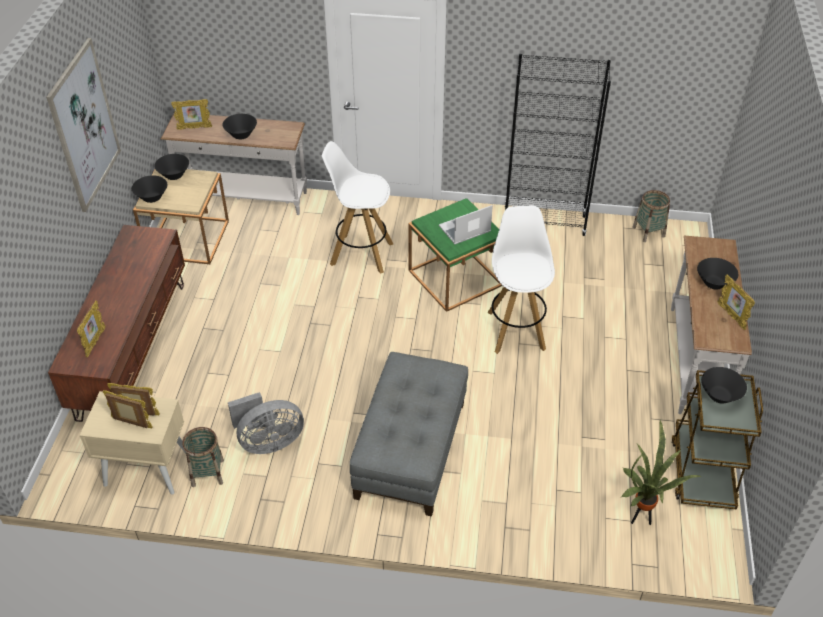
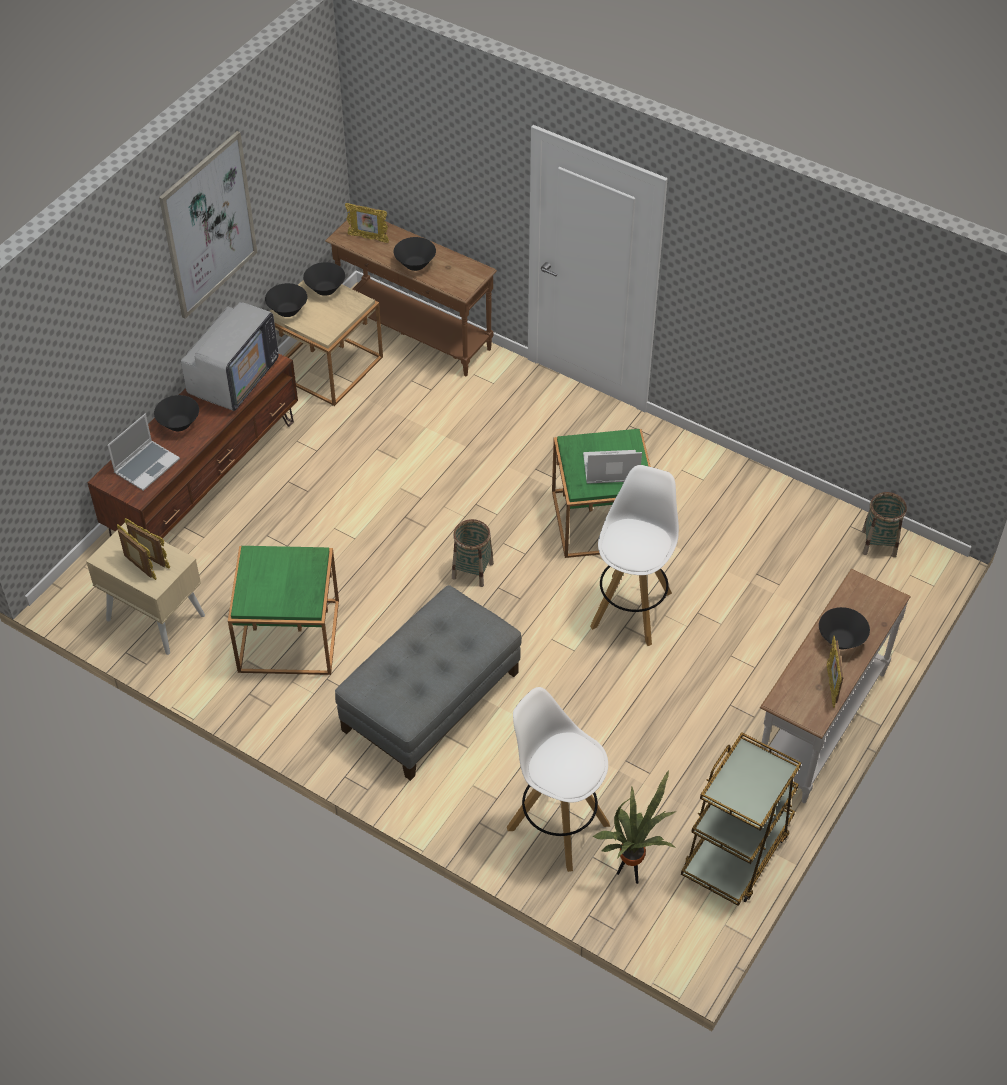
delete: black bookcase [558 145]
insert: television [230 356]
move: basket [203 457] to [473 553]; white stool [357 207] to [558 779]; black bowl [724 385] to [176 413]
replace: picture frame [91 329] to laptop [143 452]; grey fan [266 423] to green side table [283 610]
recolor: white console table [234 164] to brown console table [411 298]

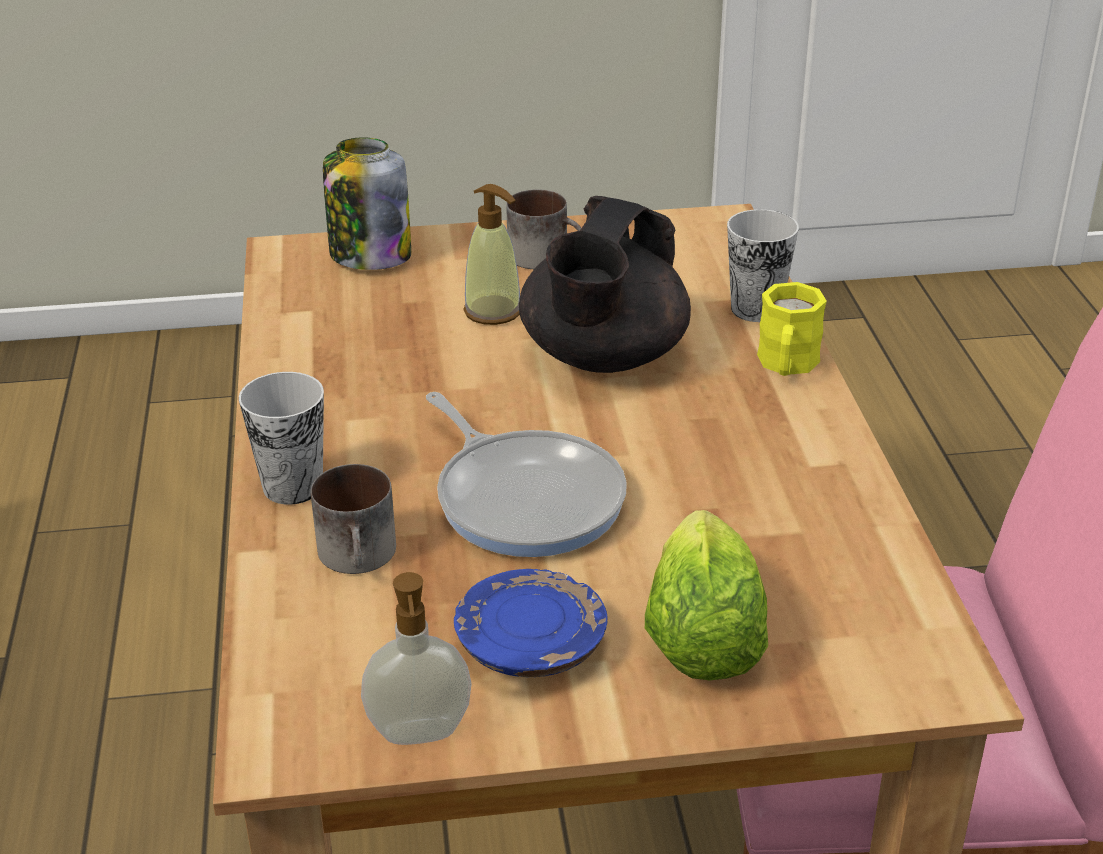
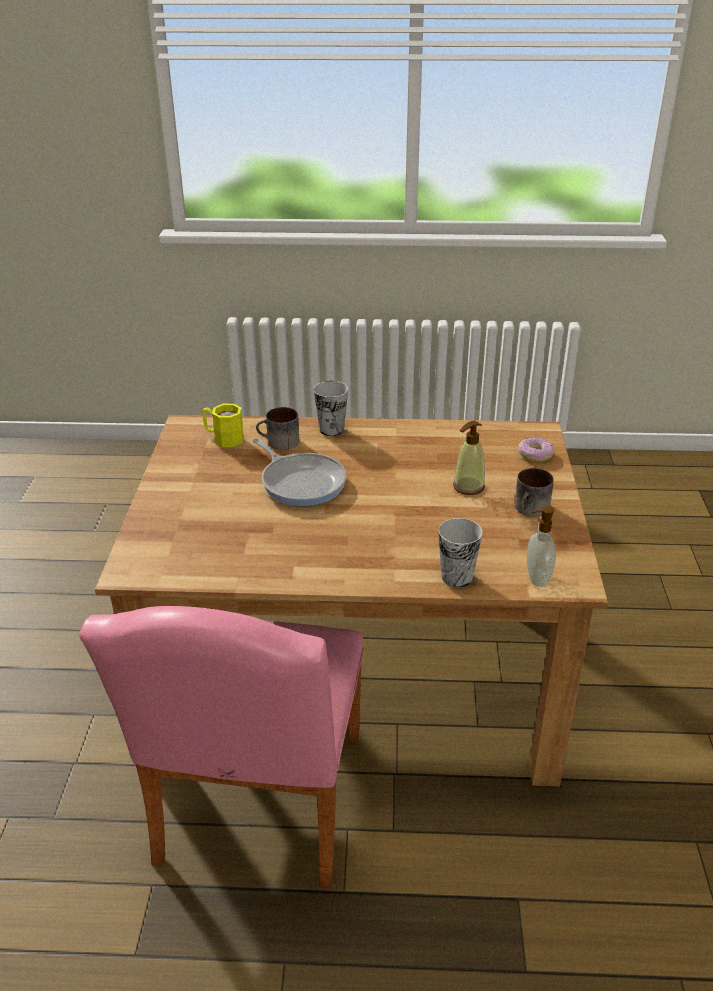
delete: blue plate [531 623]; black teapot [605 284]; lettuce [706 595]
move: soap dispenser [416 658] to [541 546]; yellow mug [792 329] to [223 425]
replace: jar [367 203] to donut [536 449]
rotate: frying pan [526 474] = [299 472] 105 degrees counterclockwise

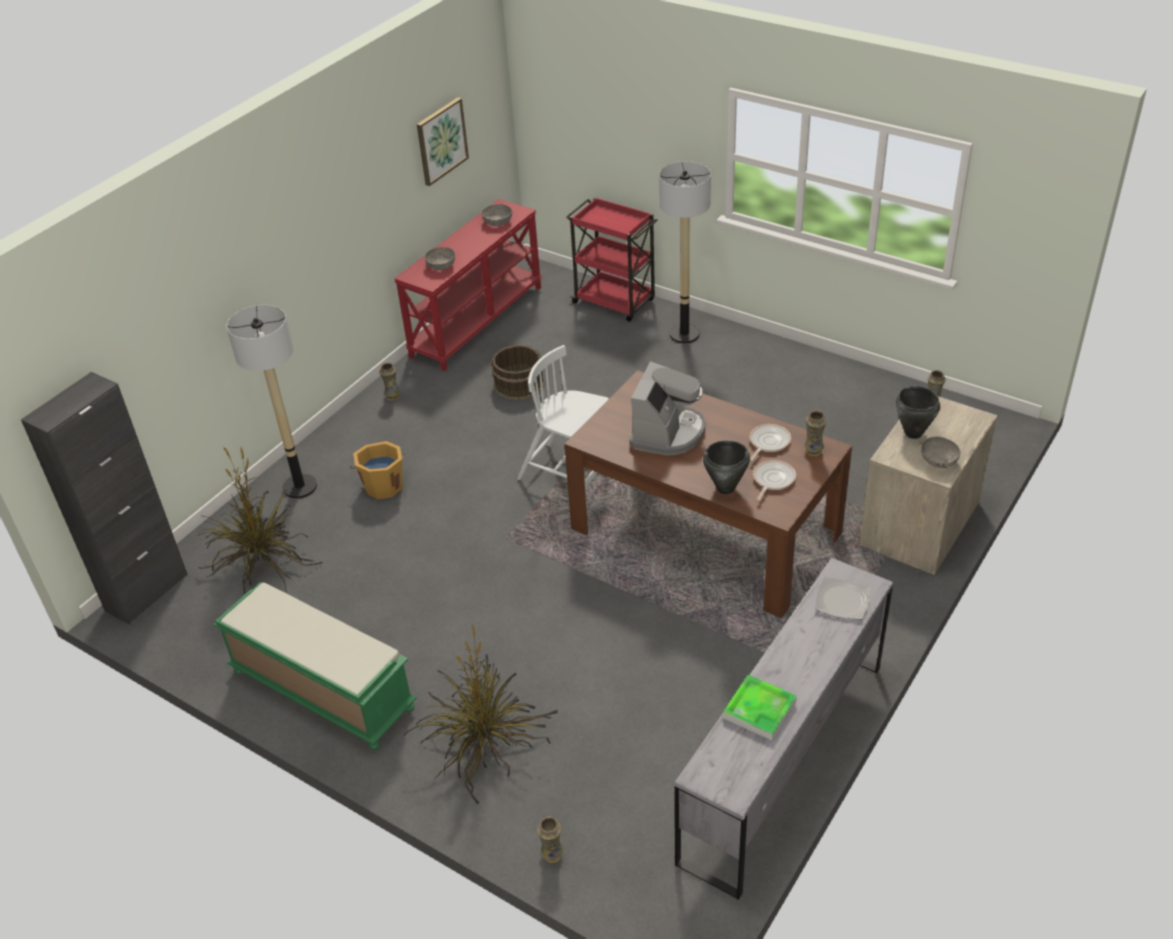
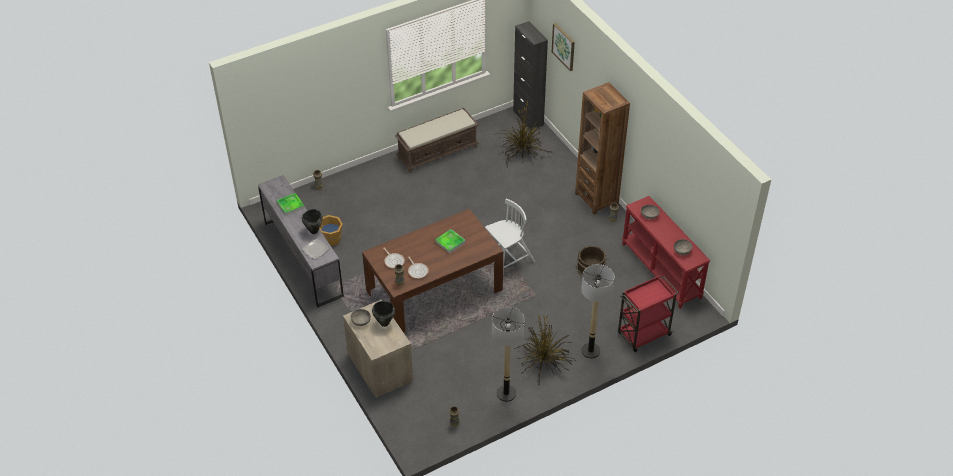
insert: brown bookcase [602 148]
move: floor lamp [271 402] to [508 354]; orange bucket [378 470] to [331 230]; potted plant [481 714] to [545 350]; picture [443 141] to [563 47]; black cooking pot [726 467] to [312 221]
replace: coffee machine [667 408] to tray [450 241]
recolor: green bench [315 666] to brown bench [437 140]

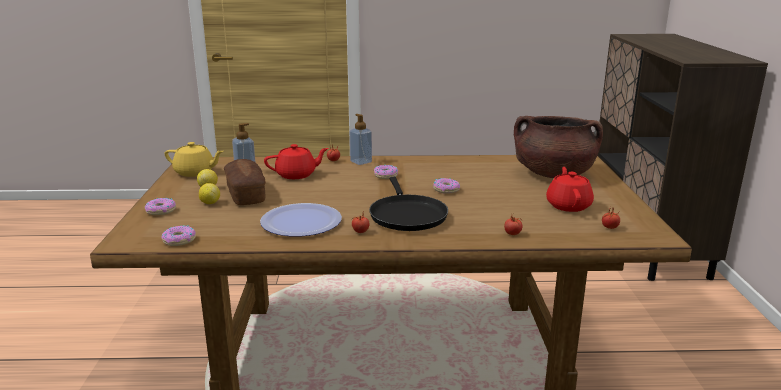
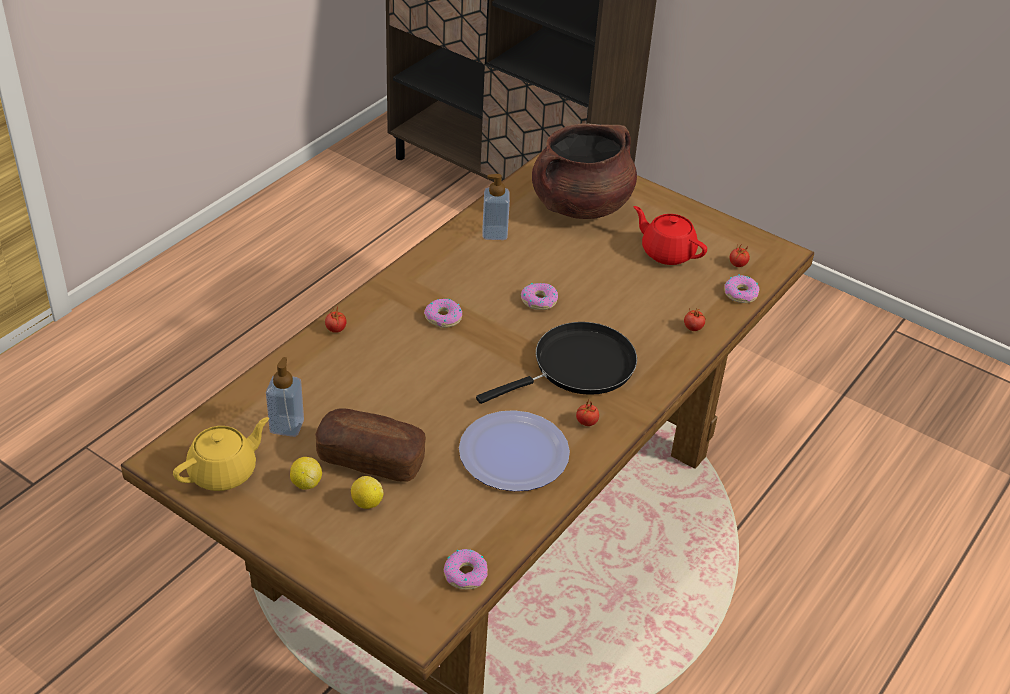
delete: red teapot [296 161]
move: donut [160 206] to [741 288]; soap dispenser [361 139] to [496 207]
rotate: black frying pan [408 204] = [556 363] 60 degrees counterclockwise

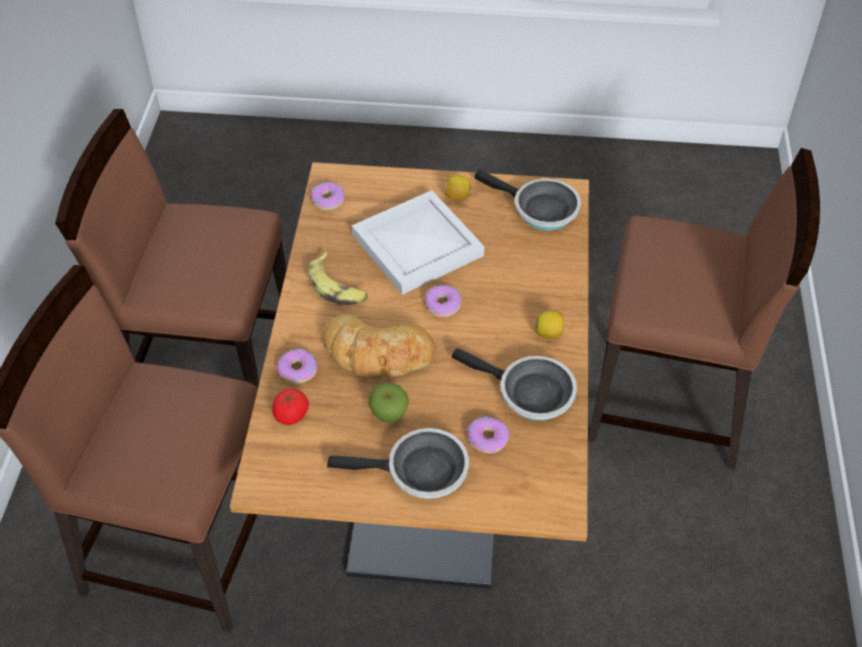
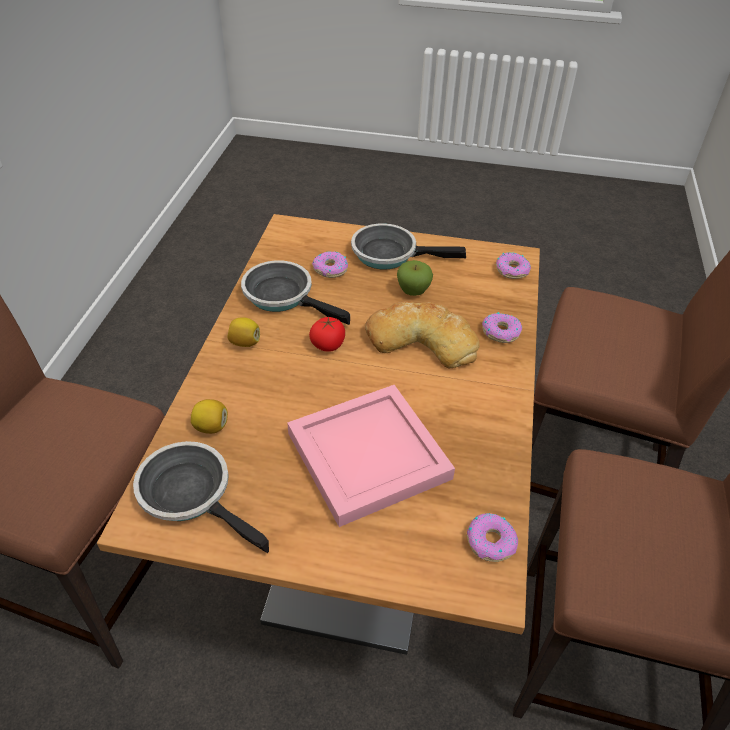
delete: banana [338 278]
move: tomato [290 406] to [327 334]; donut [443 301] to [513 265]; lemon [458 187] to [209 416]
recolor: white tray [418 242] to pink tray [371 456]

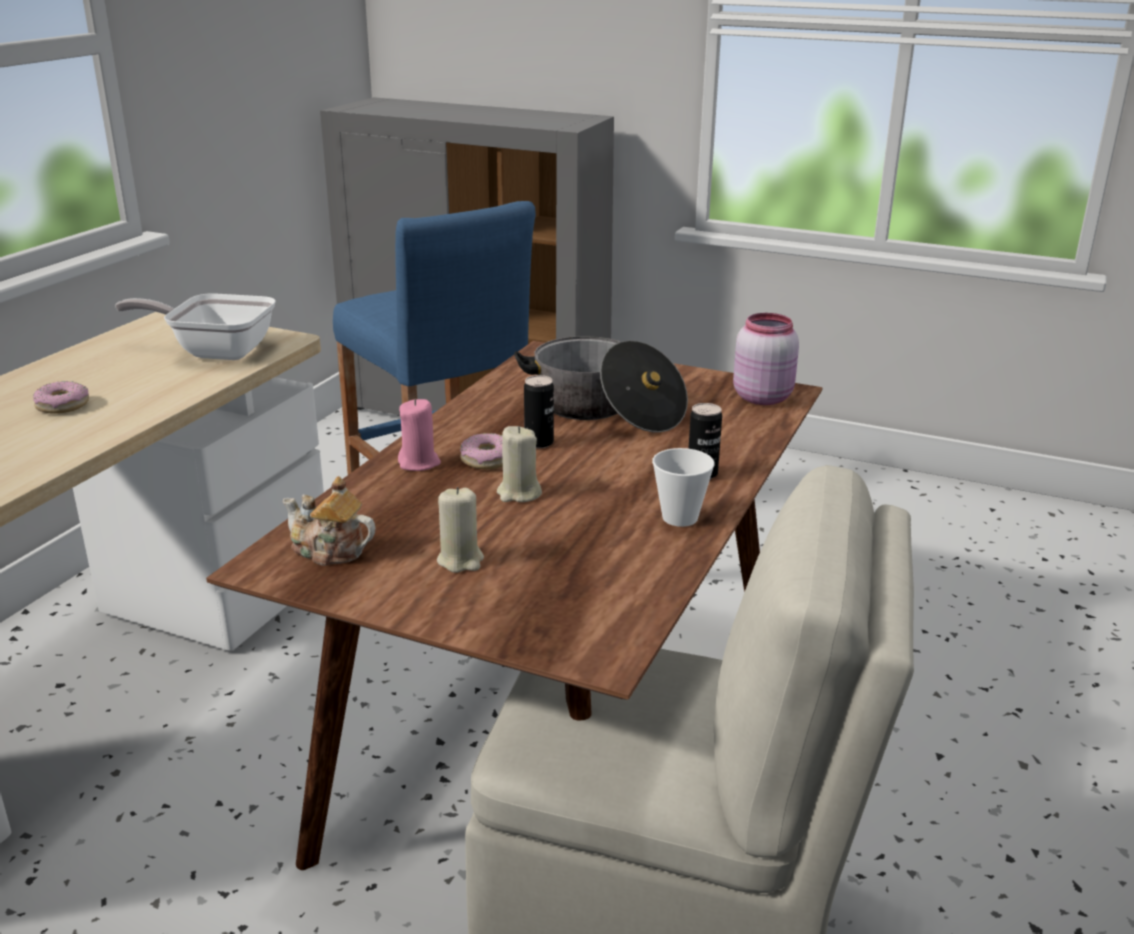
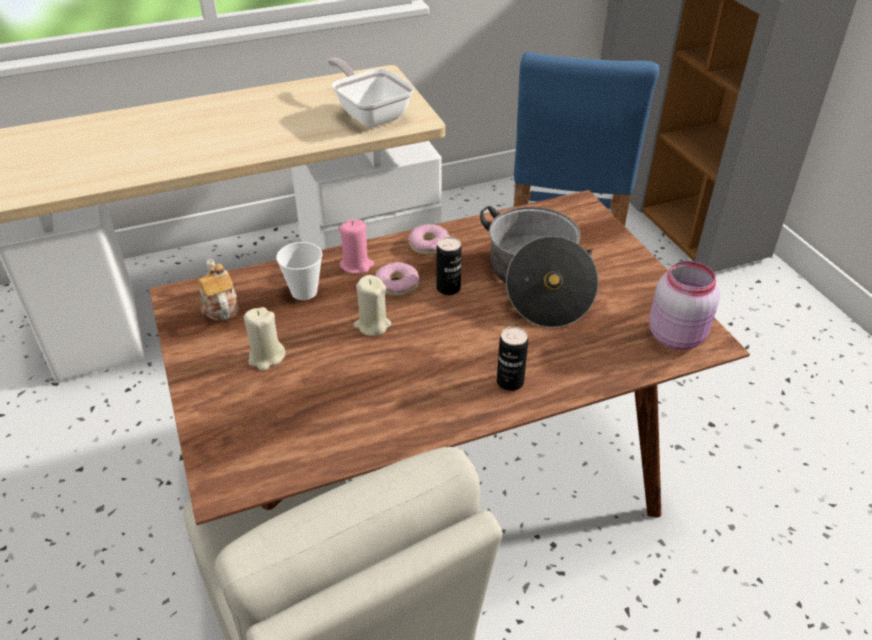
move: donut [61 397] to [429 240]; cup [683 487] to [299 271]

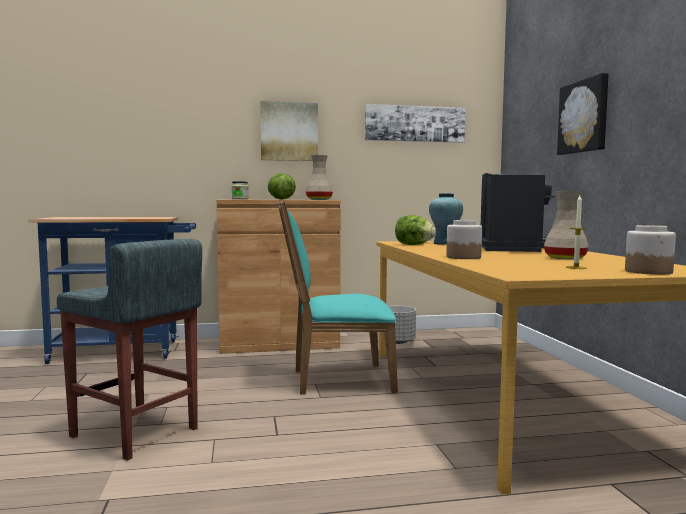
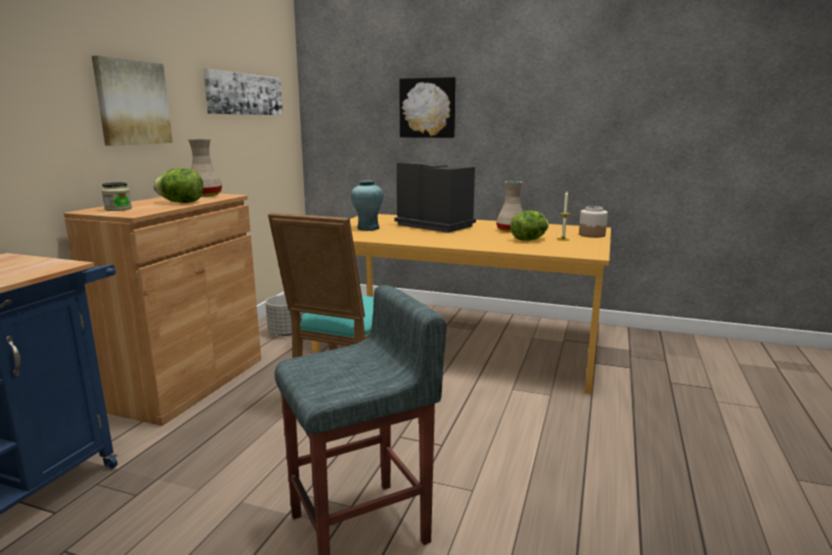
delete: jar [464 239]
move: lettuce [415 230] to [529 225]

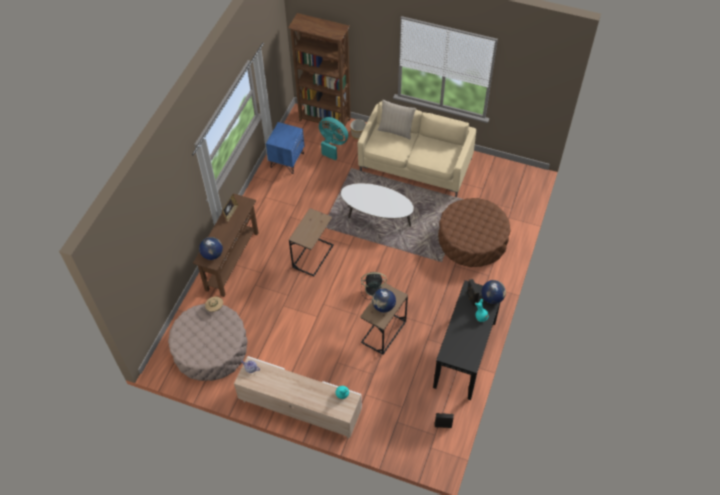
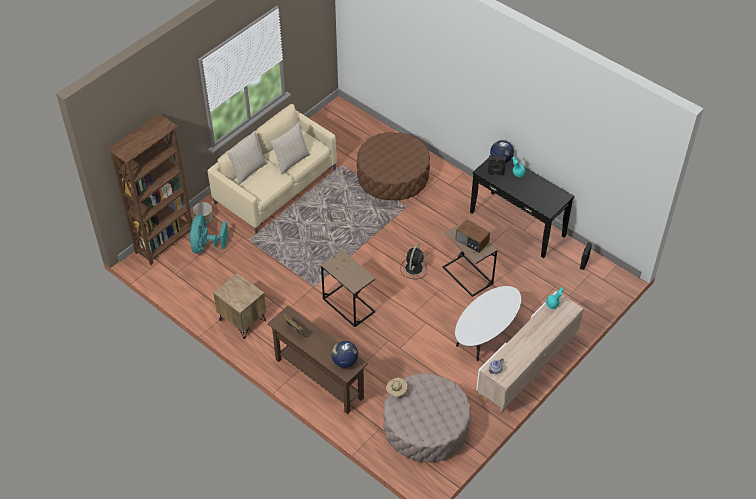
delete: blue nightstand [285 148]
insert: brown nightstand [240 306]; beige pillow [290 148]
move: white coffee table [377 205] to [488 323]
replace: globe [384 300] to radio [472 236]
rotate: turquoise fan [333 139] = [209 234] 45 degrees counterclockwise

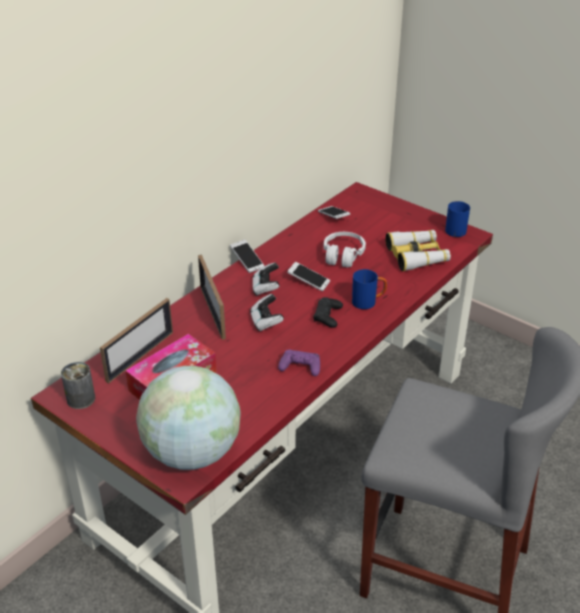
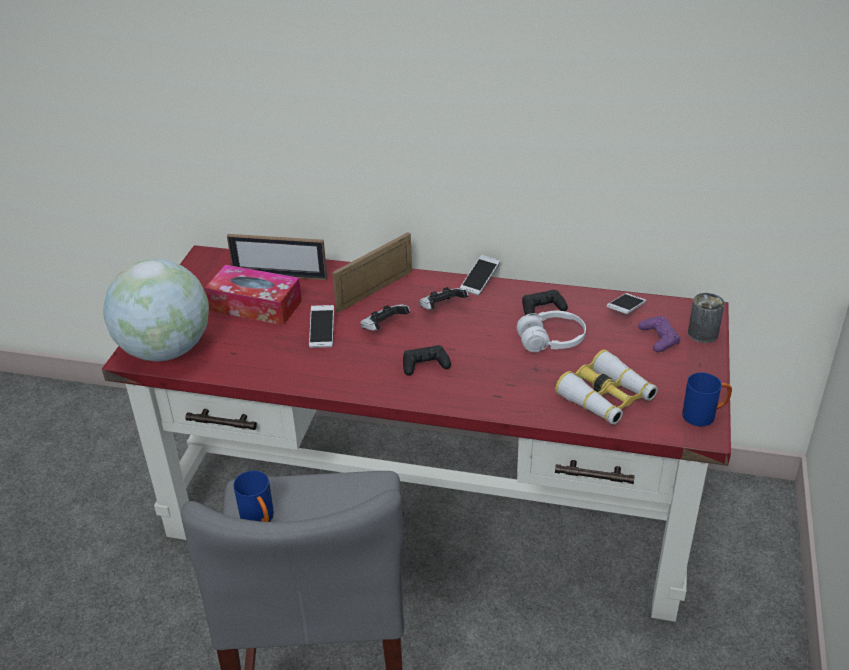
insert: black game controller [545 302]
move: can [78 385] to [706 318]; purple game controller [299 363] to [659 334]; phone [308 276] to [321 326]; blue mug [369 289] to [254 496]

